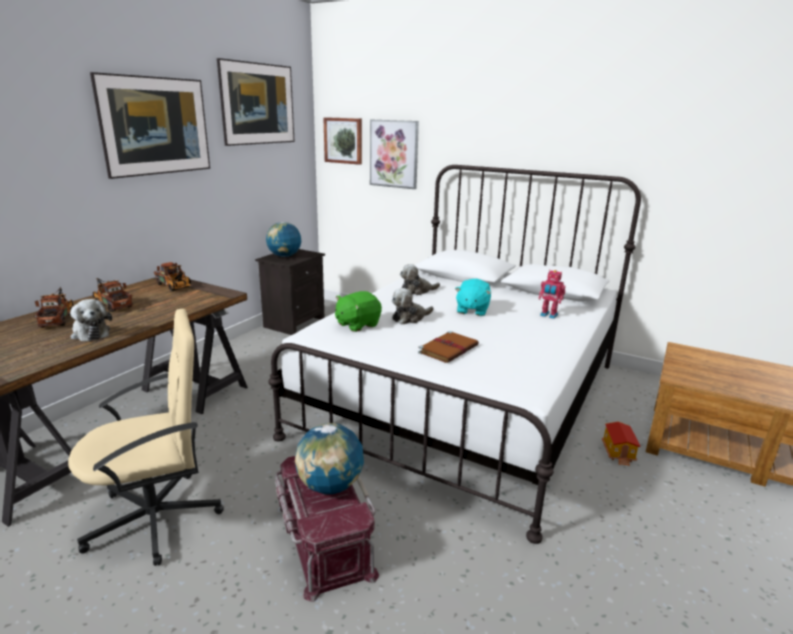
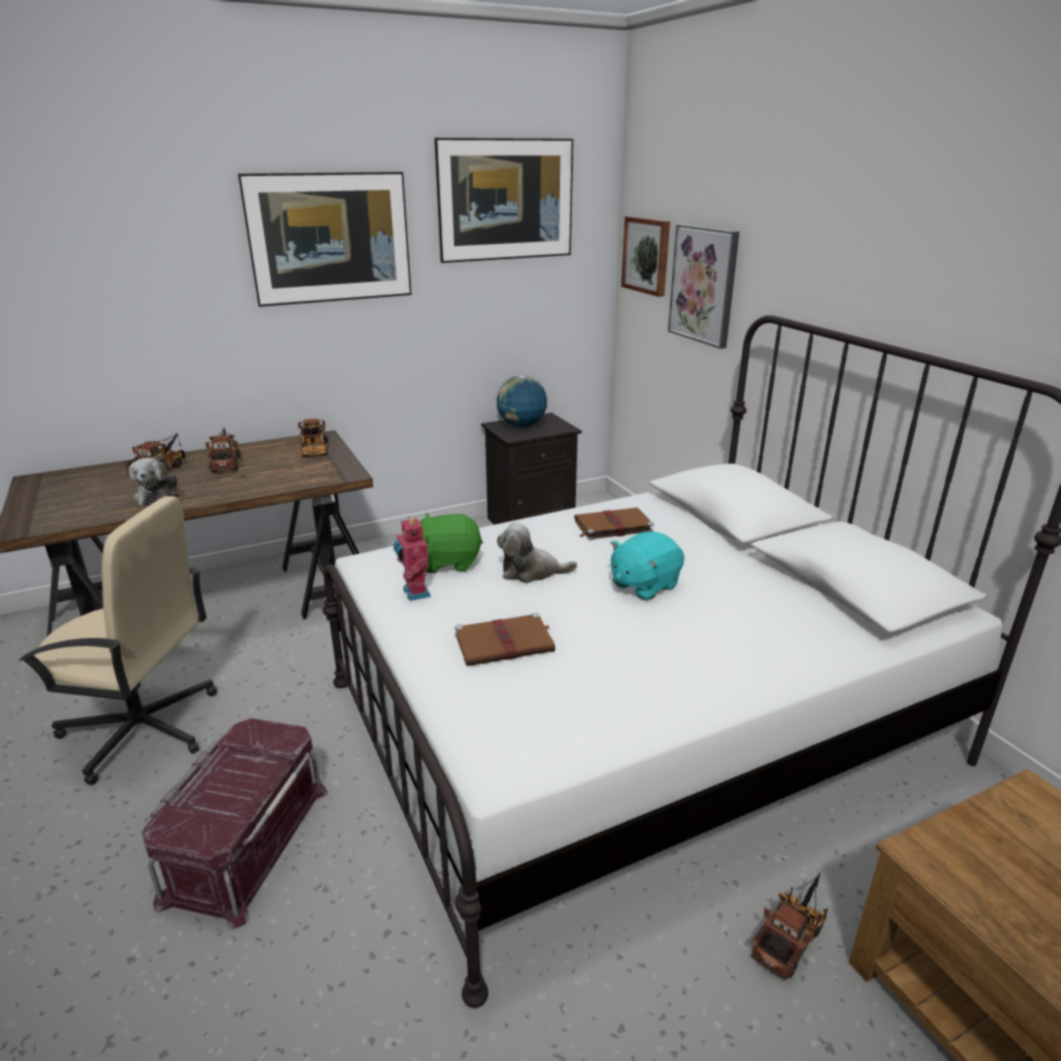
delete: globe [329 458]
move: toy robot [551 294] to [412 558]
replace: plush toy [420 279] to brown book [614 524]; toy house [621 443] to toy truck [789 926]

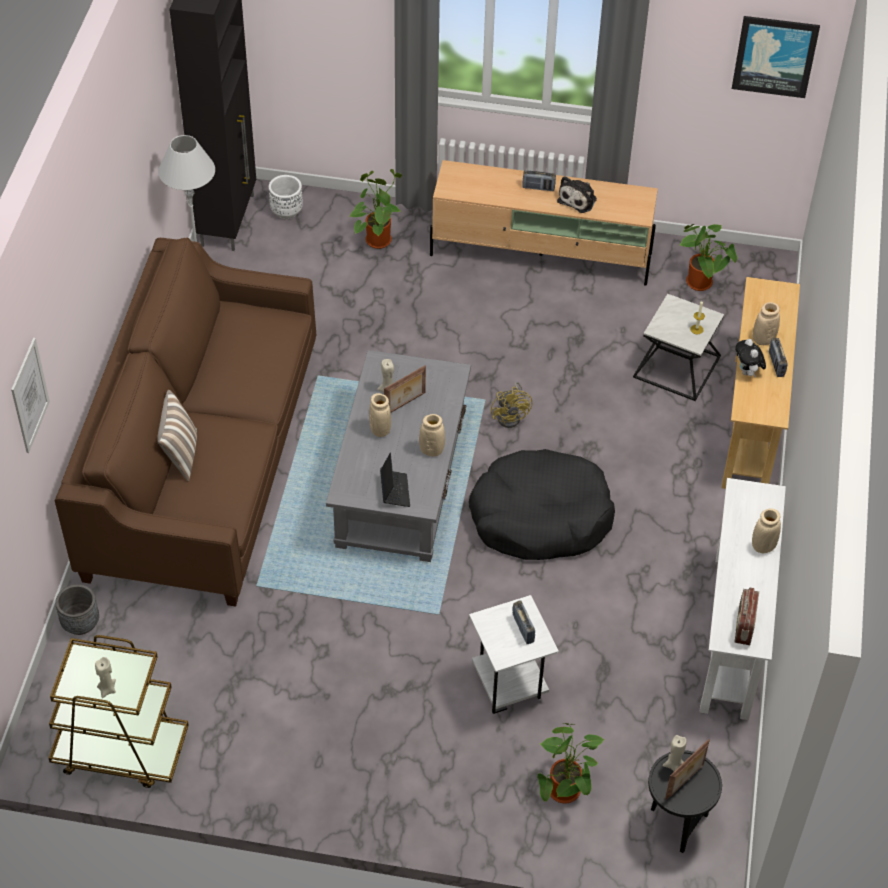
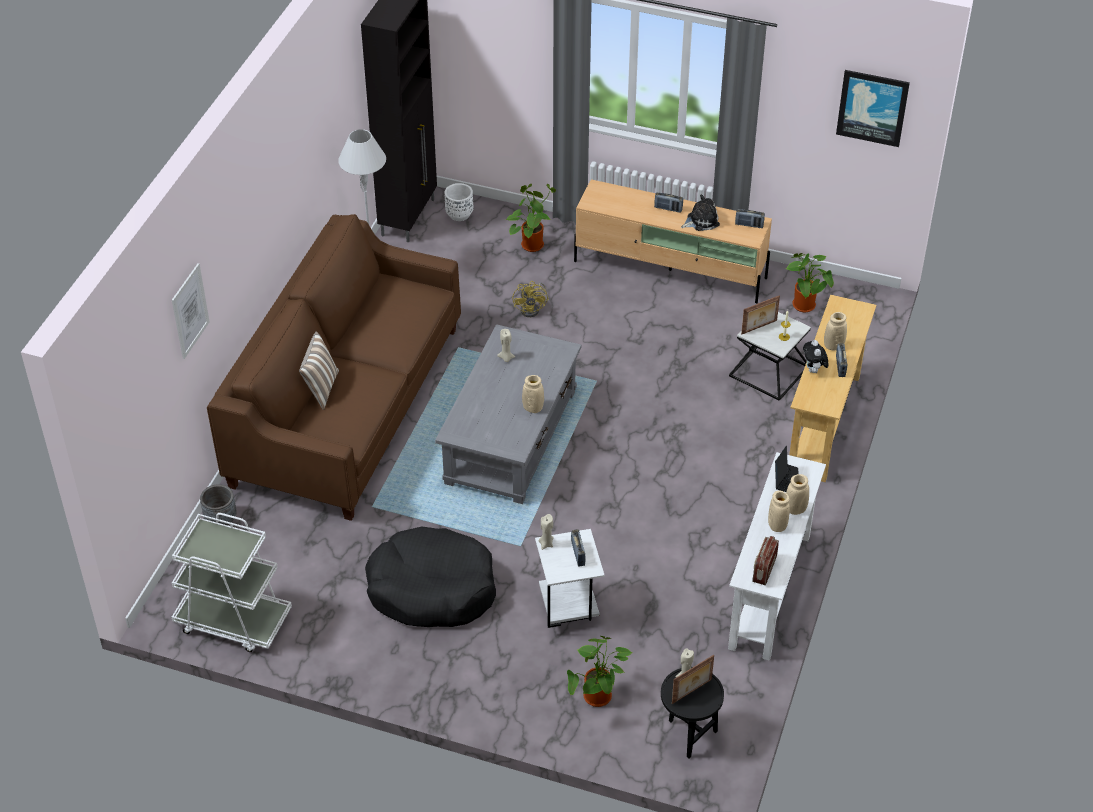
insert: radio [750 218]
move: beige candle [105 677] to [546 532]; beige vase [380 415] to [779 511]; laptop [395 480] to [787 469]; picture frame [405 389] to [760 315]; black dog bed [542 504] to [430 577]; yellow fan [511 405] to [530 299]
recolor: brown cart [119 711] to white cart [232 582]
rotate: plush toy [577 194] = [700 212] 150 degrees counterclockwise

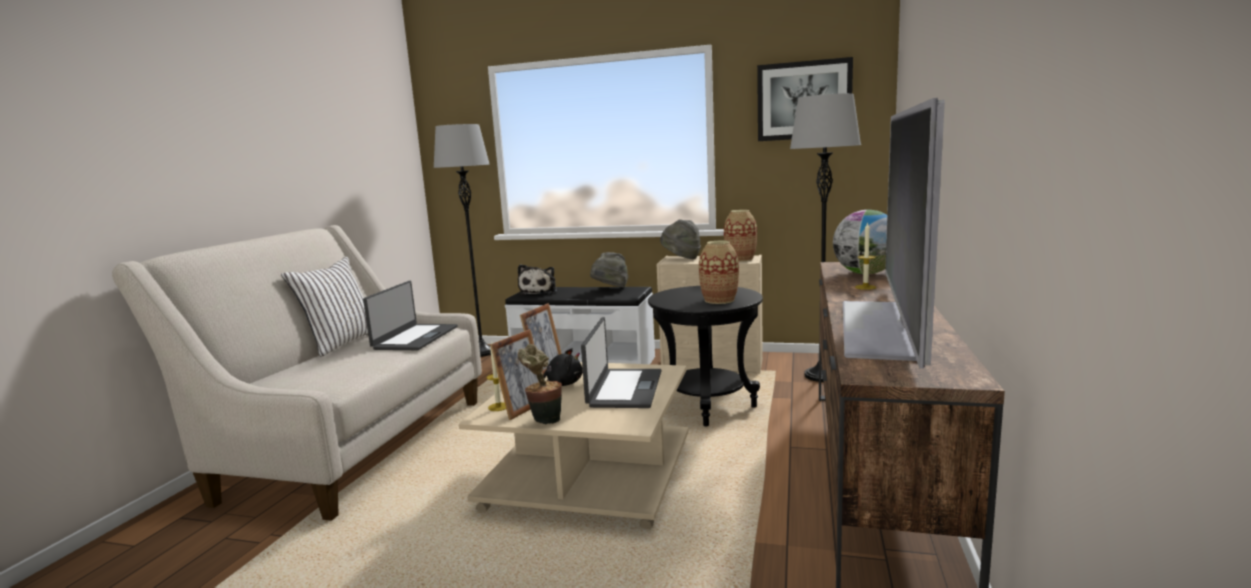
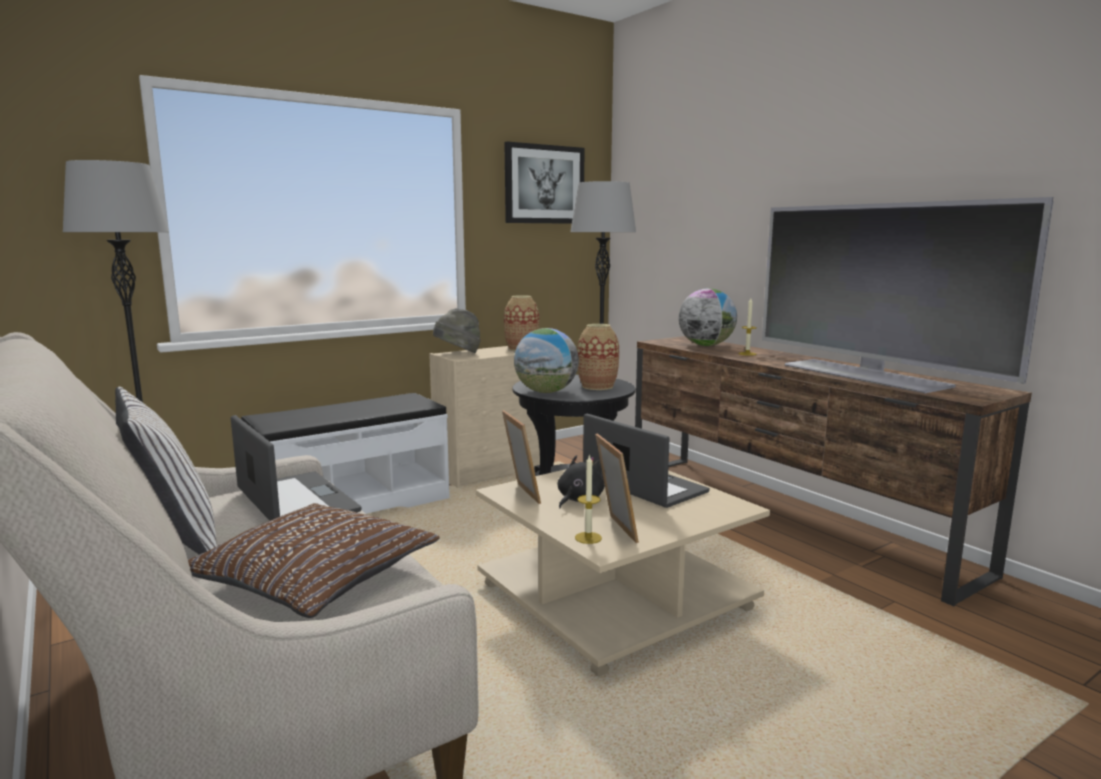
delete: plush toy [537 279]; potted plant [540 384]; grey hat [609 269]
insert: brown pillow [314 560]; globe [546 360]

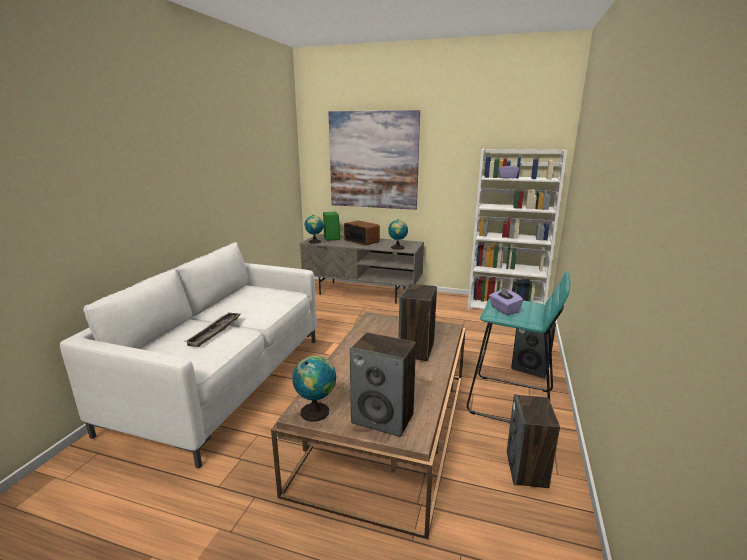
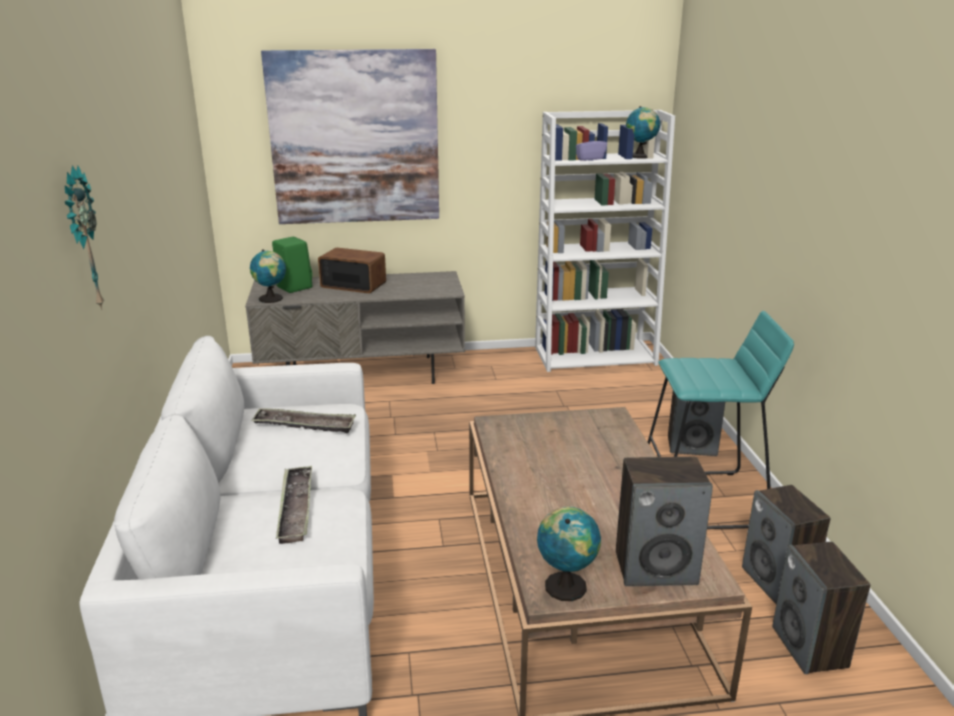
delete: purple tissue box [506 300]
insert: wall clock [84 237]; tray [303 420]
move: globe [398 234] to [643 132]; speaker [418 322] to [821 608]

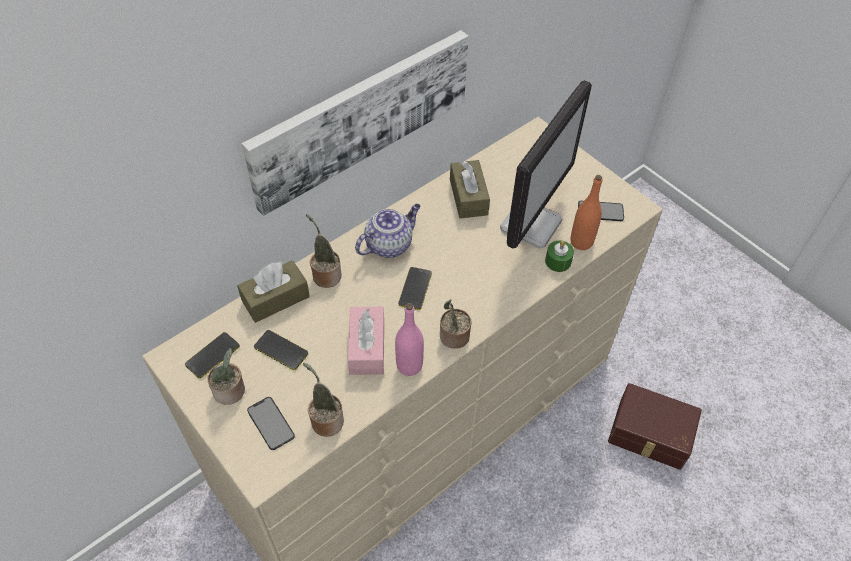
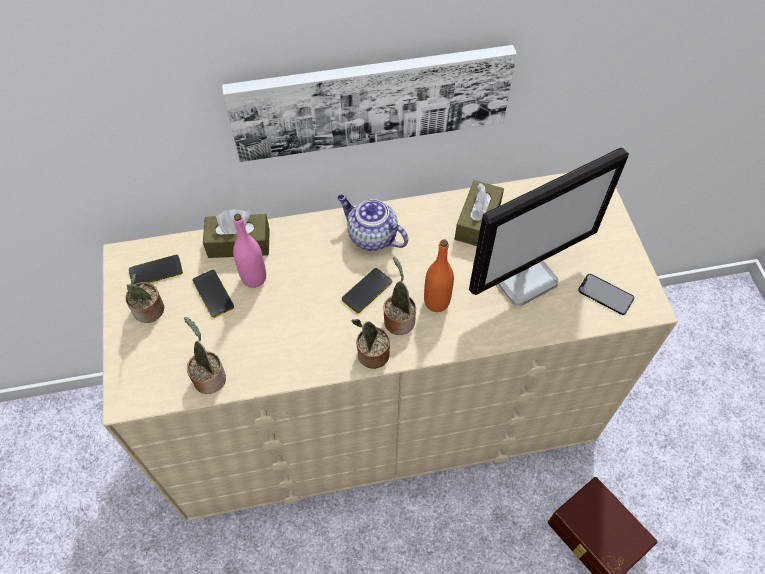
delete: phone [271 423]; pink tissue box [366 341]; green candle [559 256]
move: potted plant [324 251] to [399 296]; pink bottle [409 339] to [249 251]; orange bottle [586 212] to [439 275]
rotate: teapot [388 231] = [372 223] 135 degrees counterclockwise

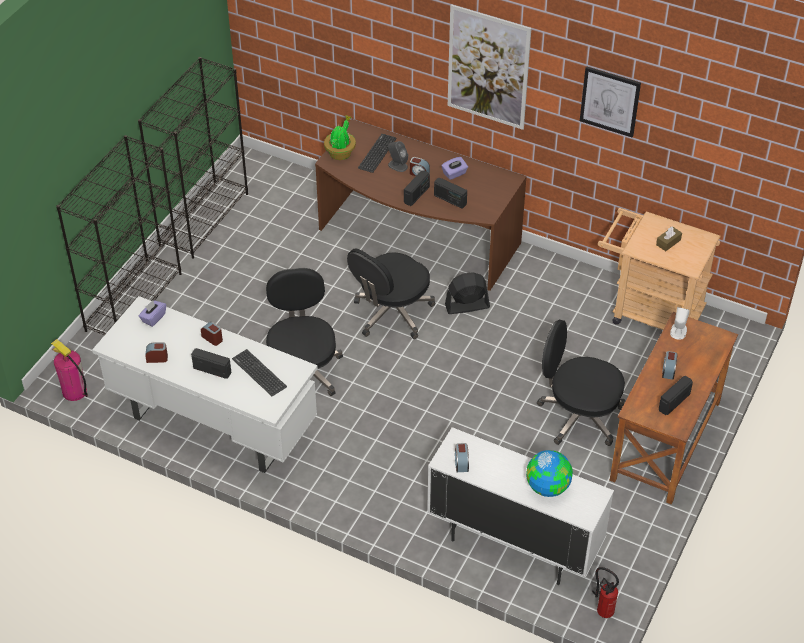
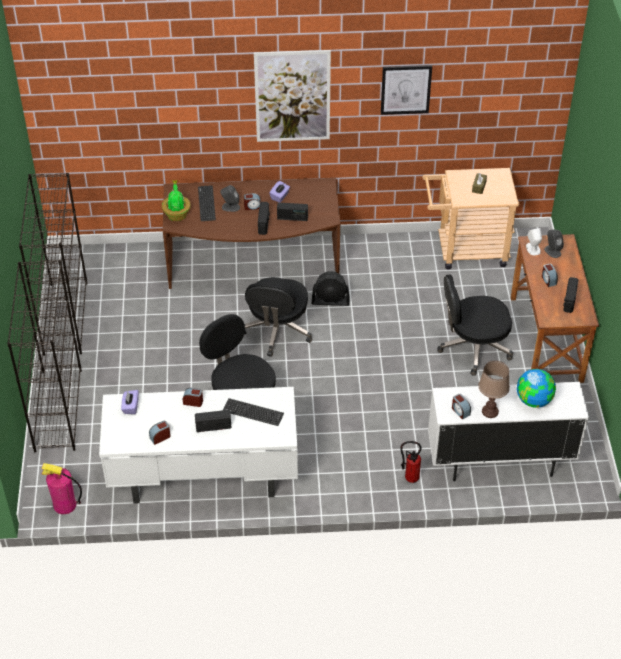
insert: brown table lamp [494 389]; grey speaker [554 243]
move: fire extinguisher [605 592] to [411 462]
rotate: black fan [467 293] = [331 288] 135 degrees counterclockwise

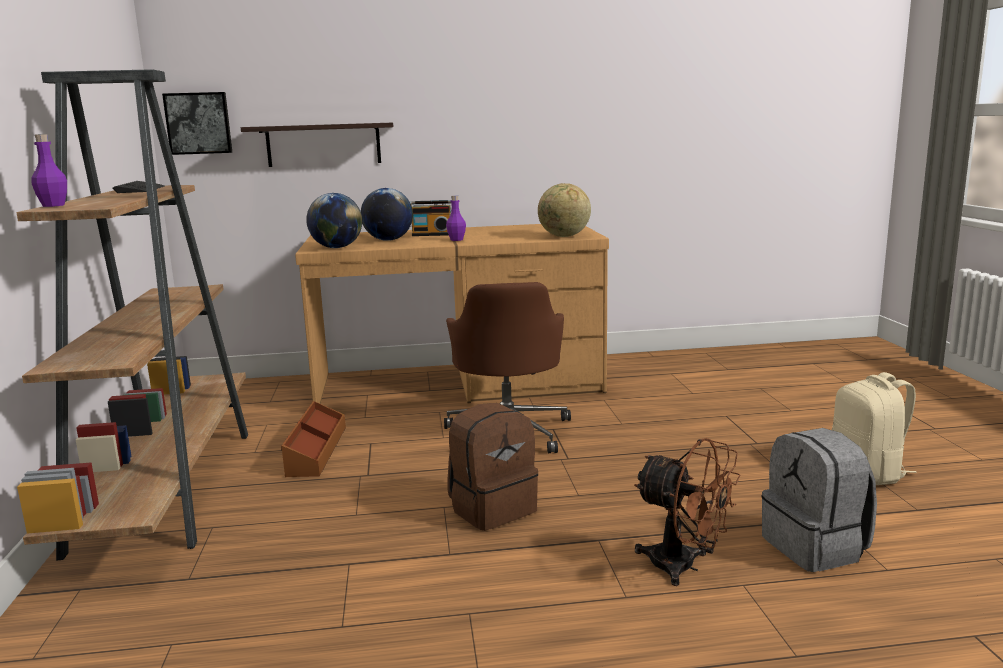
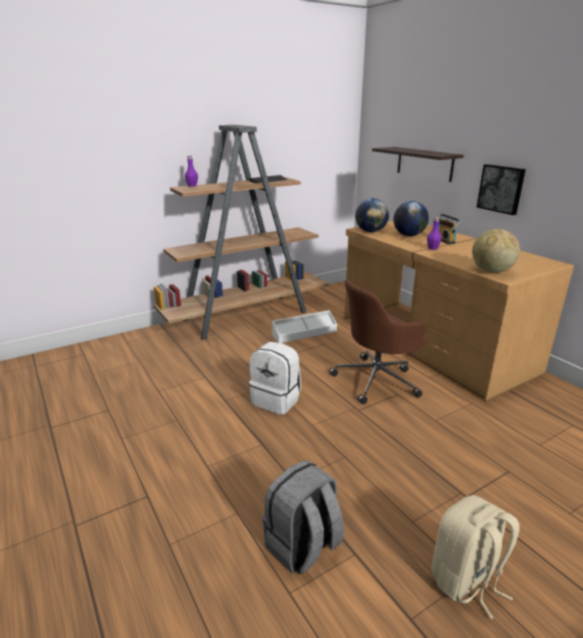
delete: brown fan [687 512]
move: picture [197 123] to [501 189]
recolor: brown storage box [313 439] to white storage box [304 326]; brown backpack [492 467] to white backpack [275 378]

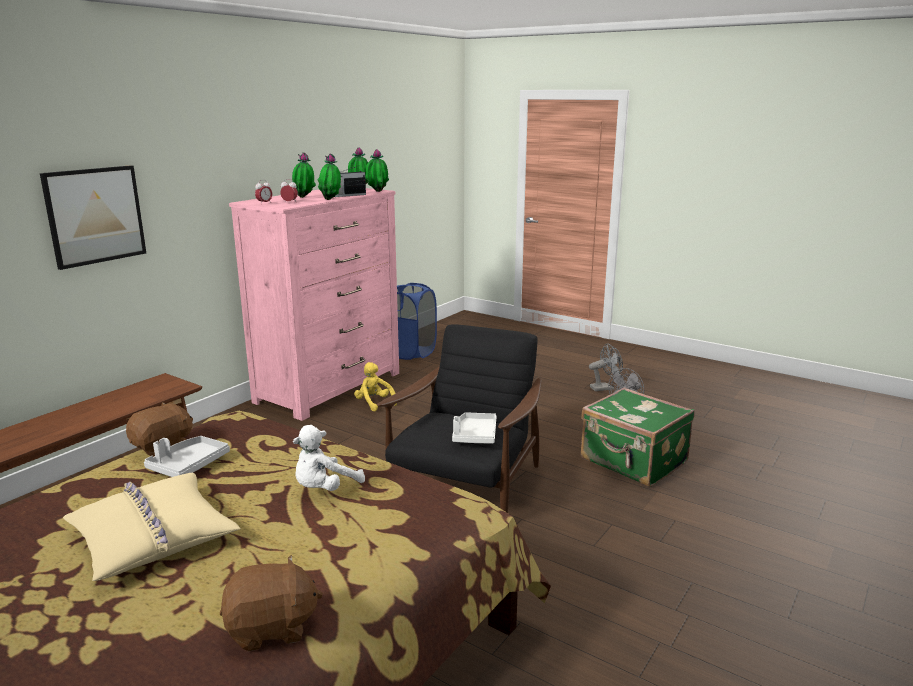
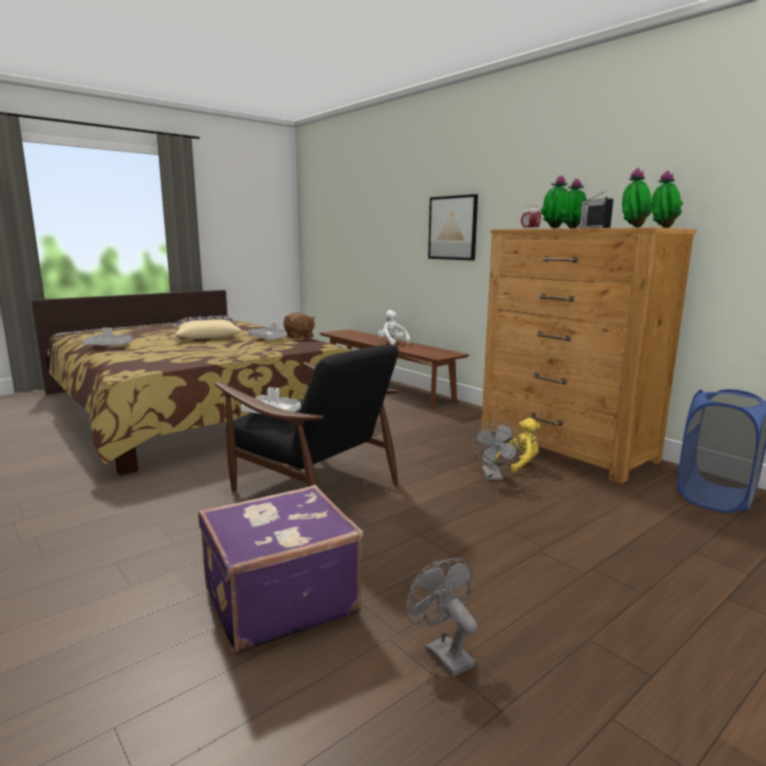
move: white plush toy [329 458] to [394 327]; grey fan [606 367] to [496 450]
replace: brown plush toy [271 603] to grey tray [107 337]
recolor: pink dresser [314 304] to brown dresser [589 355]; green suitcase [638 437] to purple suitcase [280 570]

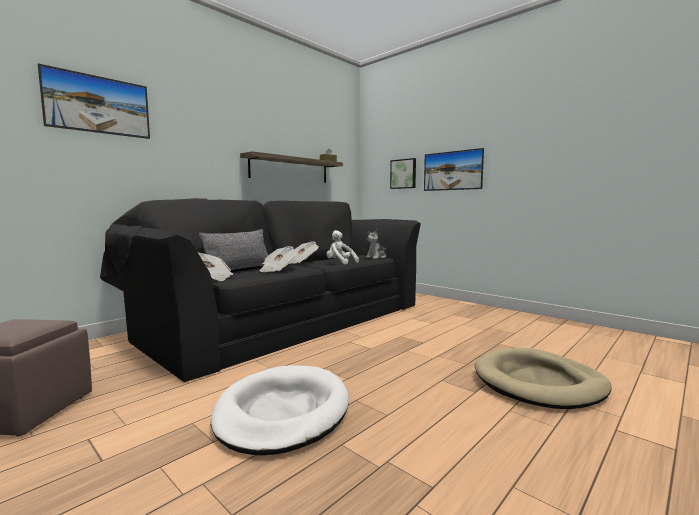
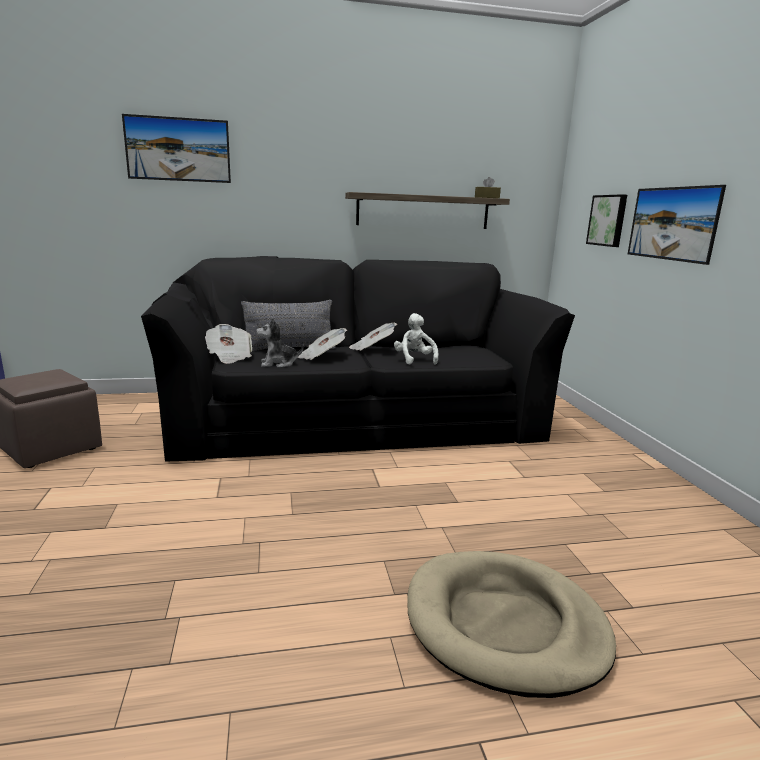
delete: white dog bed [279 410]
move: plush toy [375 243] to [280 342]

